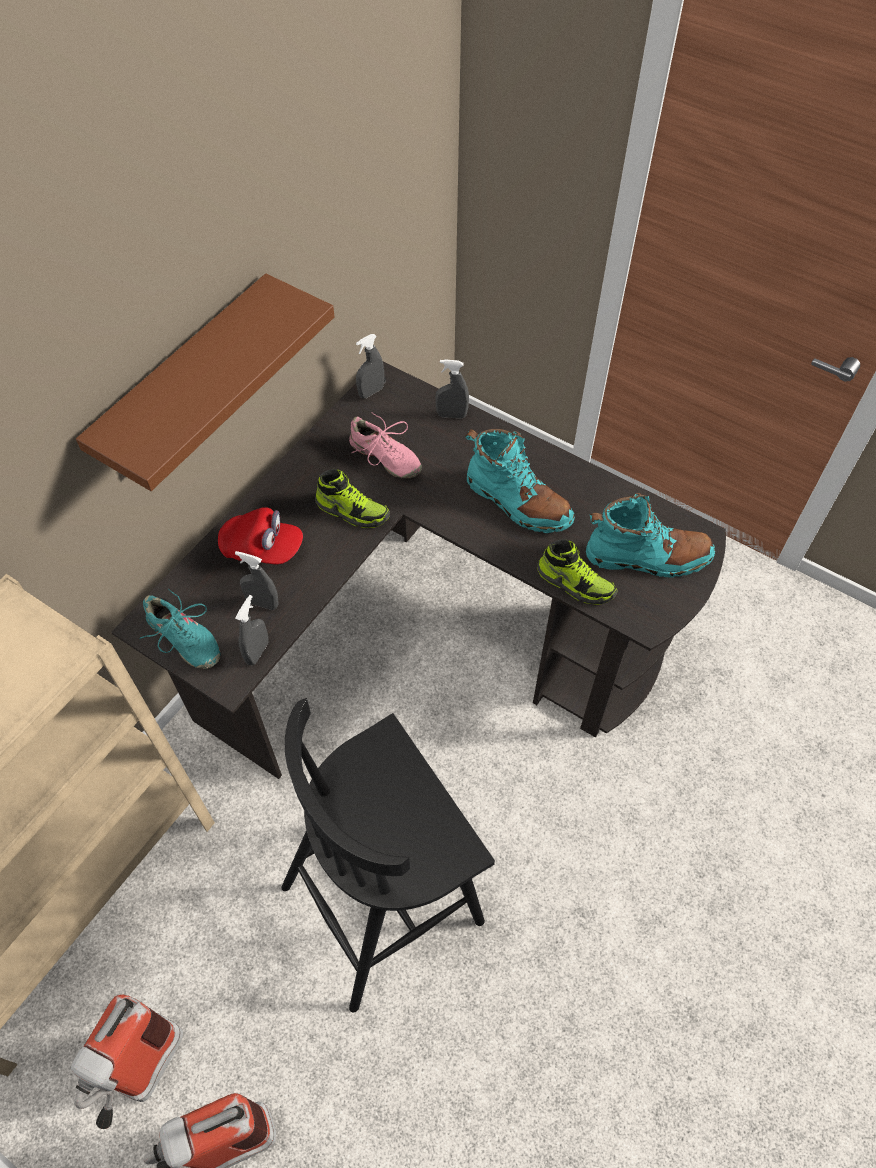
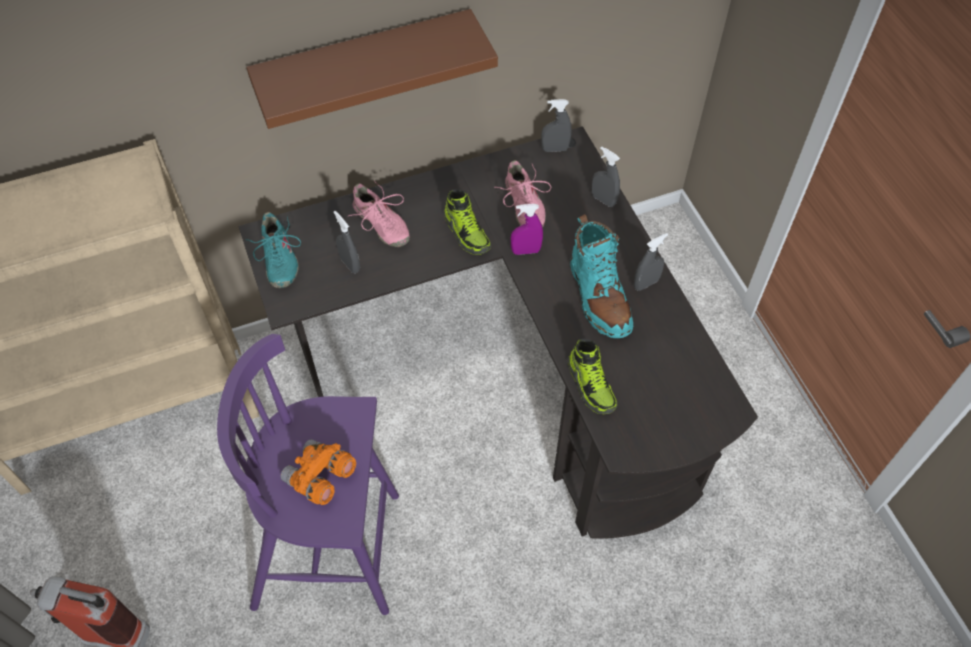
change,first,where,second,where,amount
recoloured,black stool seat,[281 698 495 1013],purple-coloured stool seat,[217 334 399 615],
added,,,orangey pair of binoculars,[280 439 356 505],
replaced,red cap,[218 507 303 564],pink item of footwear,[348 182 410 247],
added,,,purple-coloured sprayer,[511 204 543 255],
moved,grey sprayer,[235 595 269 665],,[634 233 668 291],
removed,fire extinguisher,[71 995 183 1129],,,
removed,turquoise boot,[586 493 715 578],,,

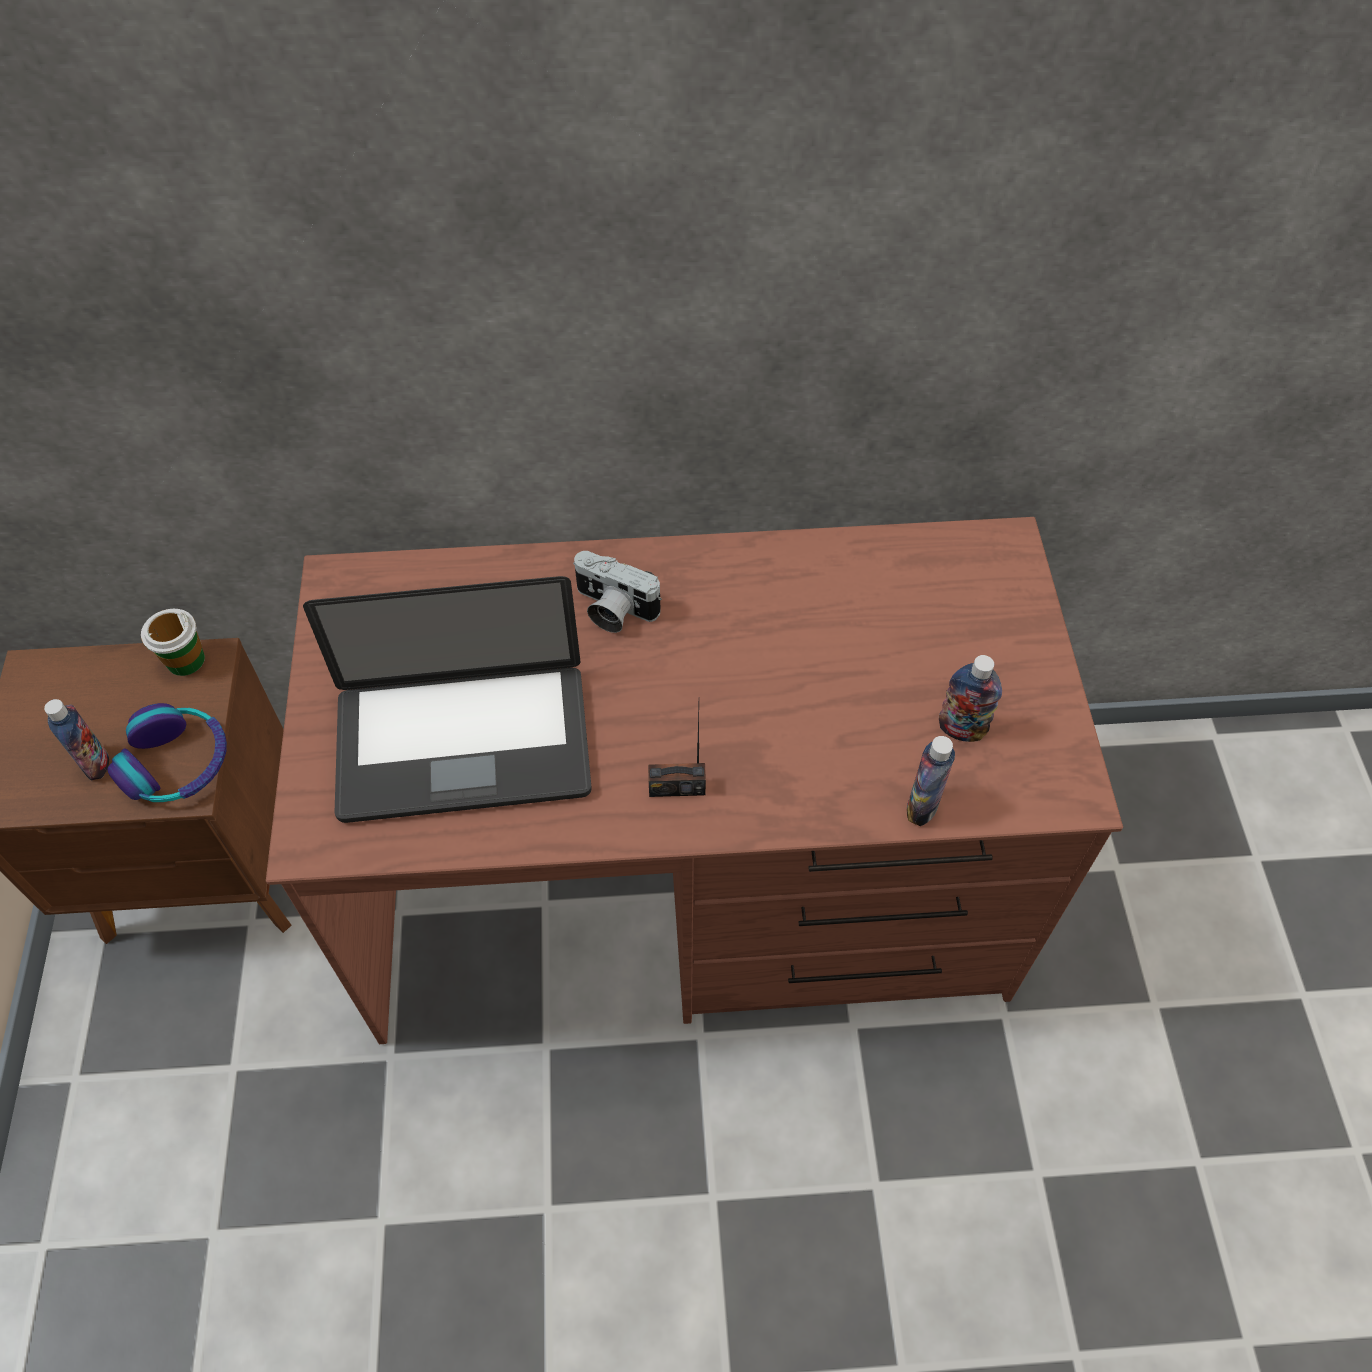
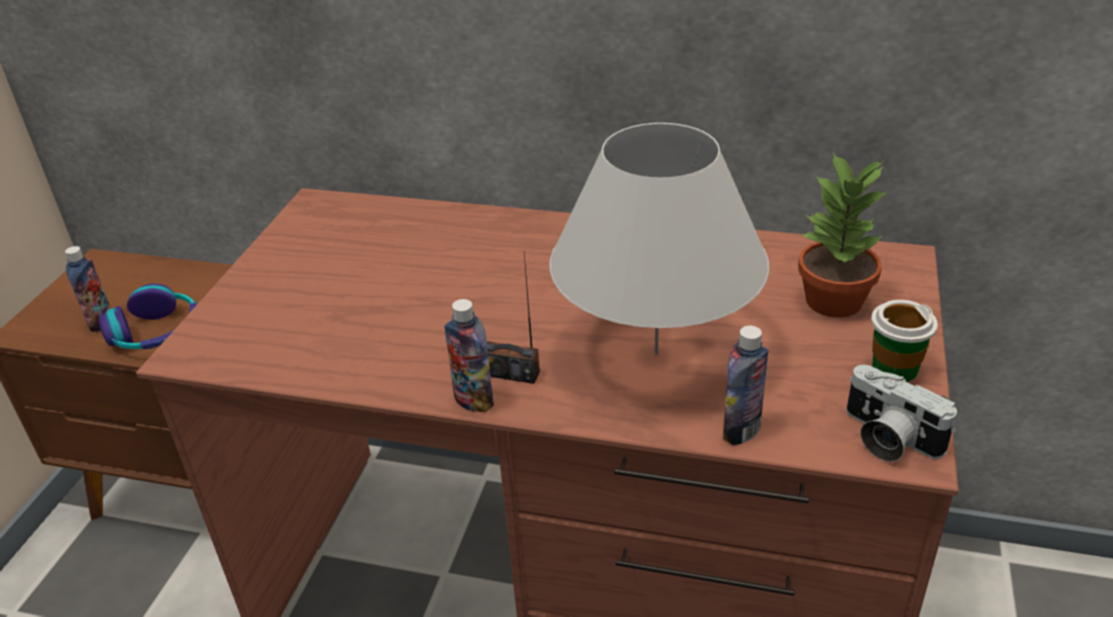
change,first,where,second,where,amount
moved,beverage bottle,[939 655 1002 742],,[445 299 494 412],
added,,,white-coloured table lamp,[550 123 769 355],
added,,,houseplant,[798 152 888 318],
moved,photo camera,[573 551 662 633],,[847 365 957 462],
moved,small cup,[141 609 205 676],,[871 300 938 382],
removed,notebook computer,[303 576 592 823],,,

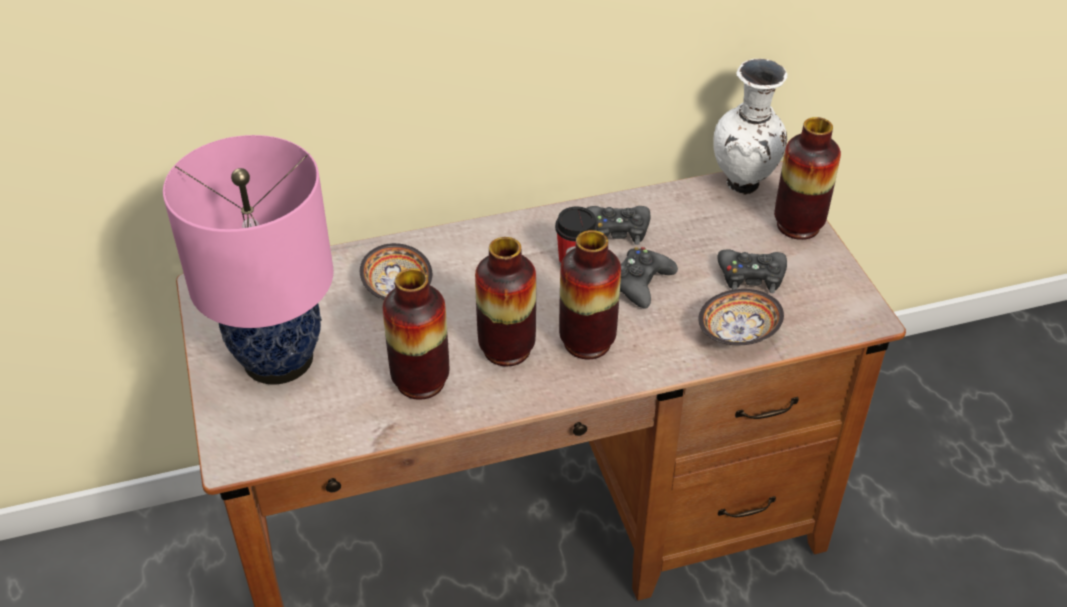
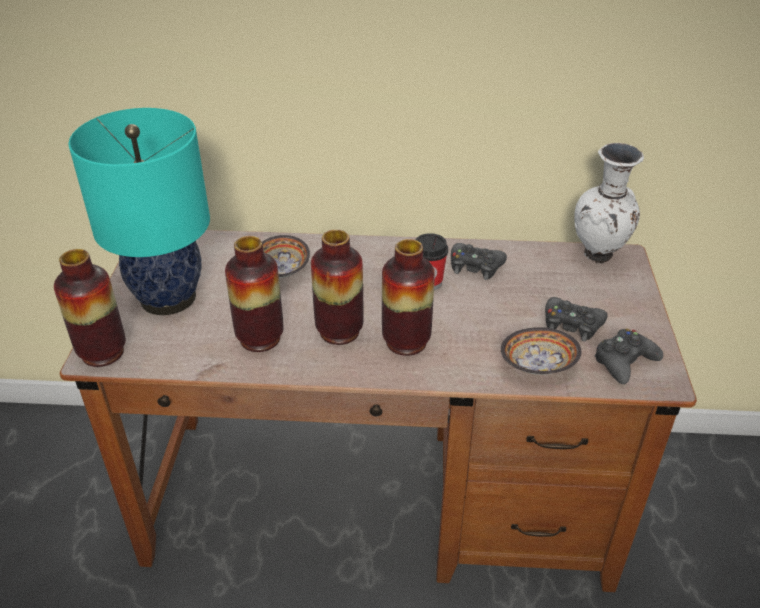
change,first,where,second,where,amount
moved,flower vase,[774 117 841 240],,[54 249 126 367],
recoloured,pink table lamp,[163 135 333 385],turquoise table lamp,[69 108 210 315],
moved,black joypad,[620 247 678 308],,[594 328 663 384],

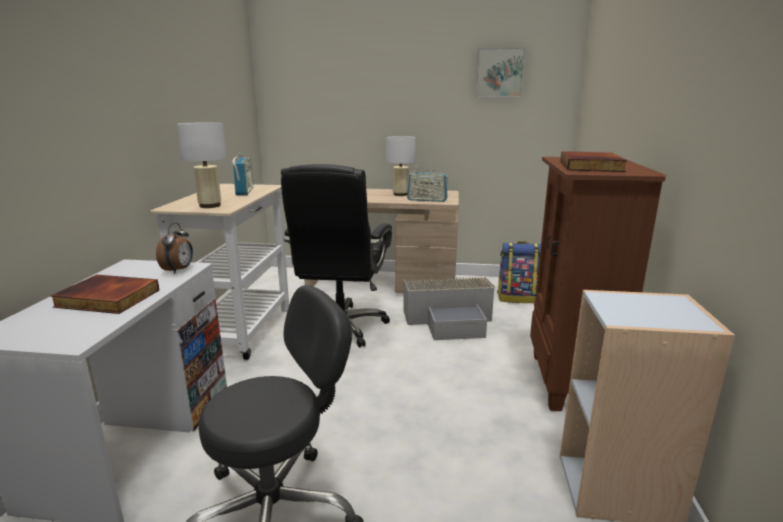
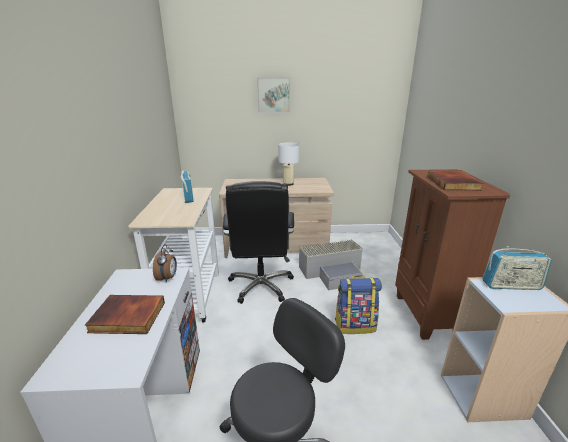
change,first,where,second,where,amount
moved,wall art,[475 48 526 97],,[257 78 290 113],
moved,backpack,[497 241 541 303],,[335 275 382 334],
moved,radio set,[407 167 448 202],,[482 246 552 290],
removed,white-coloured table lamp,[177 122 226 208],,,

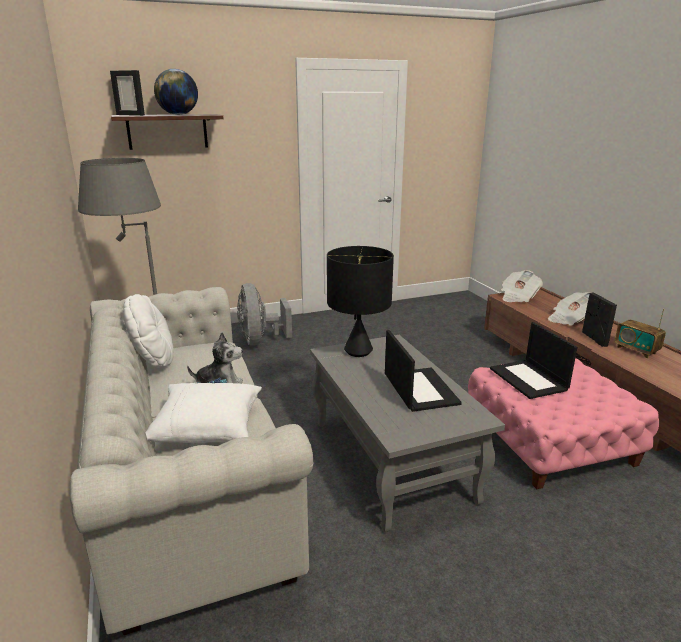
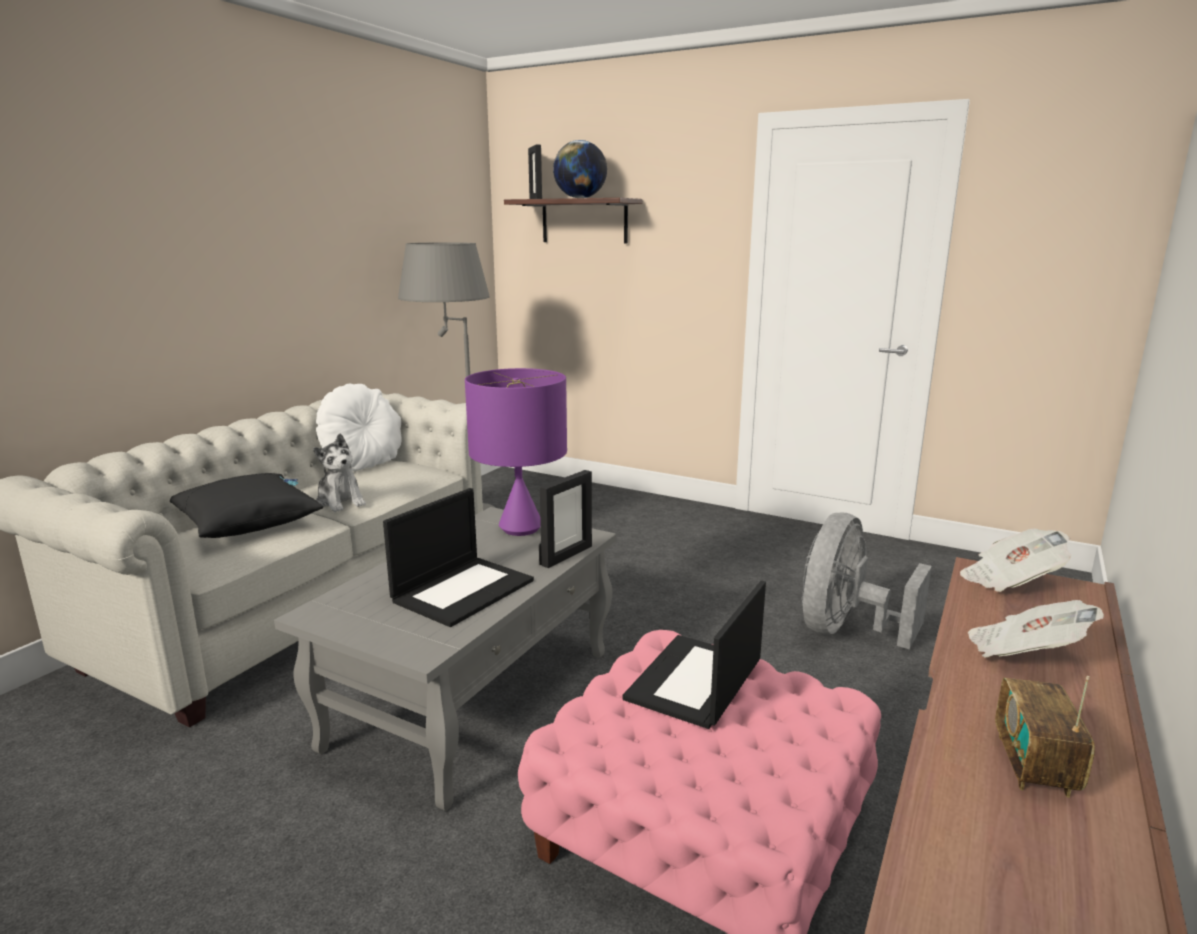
change,first,where,second,where,amount
recoloured,white-coloured throw pillow,[145 378 262 443],black throw pillow,[170 473 323 538],
recoloured,black table lamp,[327 246 394 357],purple-coloured table lamp,[465 368 567 536],
moved,standing frame,[582 292 617 347],,[539 470 592 568],
moved,grey cooling fan,[237 283 292 346],,[802 512 932 650],

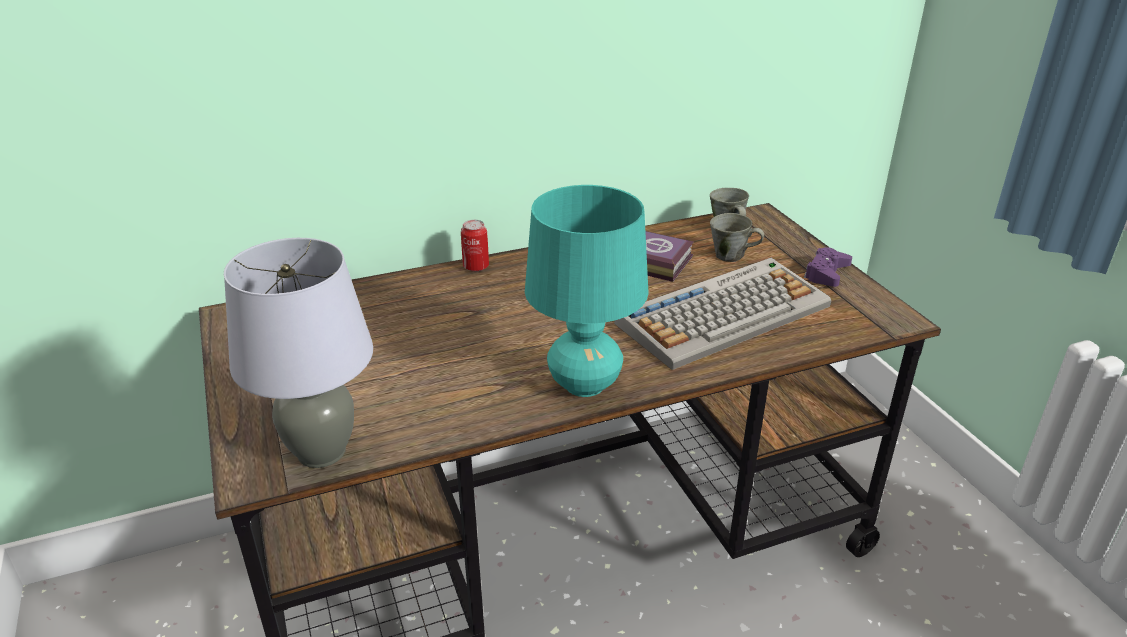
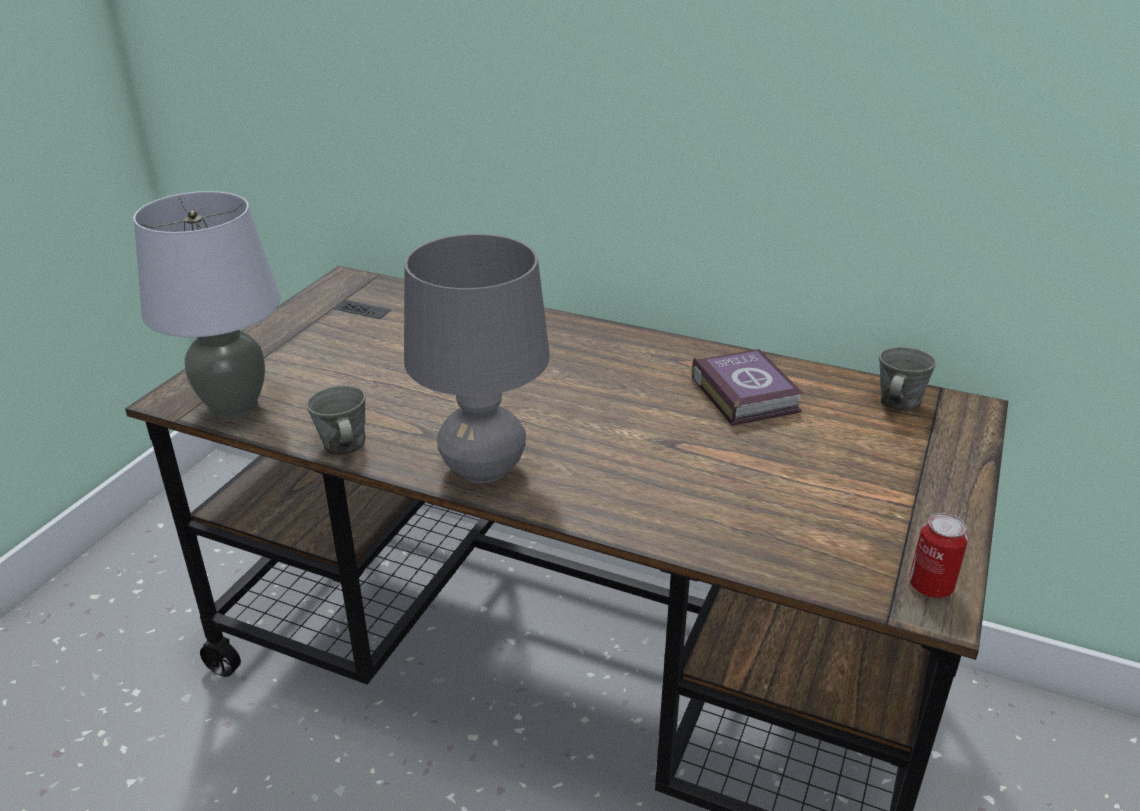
change,first,where,second,where,amount
moved,grey coffee mug,[710 213 764 262],,[306 386 365 456],
recoloured,turquoise table lamp,[525 185 649 397],grey table lamp,[404 234 550 483],
moved,metal can,[461 220 489 272],,[909 513 968 598],
removed,keyboard,[614 258 831 370],,,
removed,purple-coloured joypad,[804 247 852 287],,,

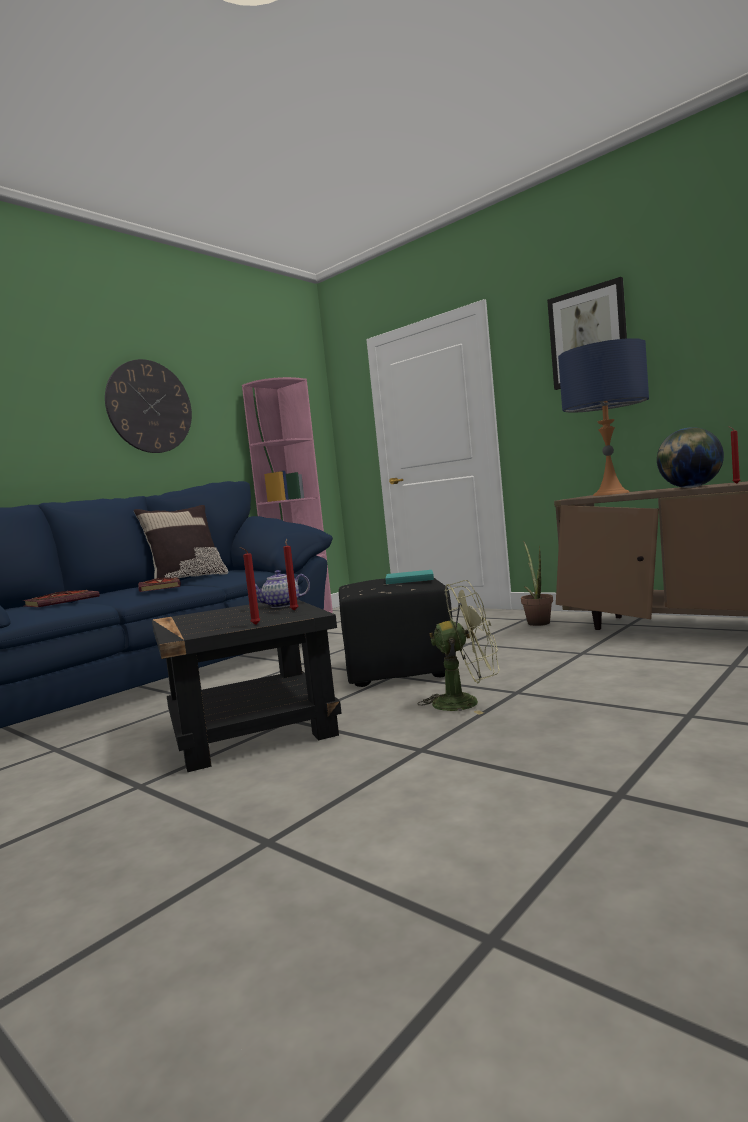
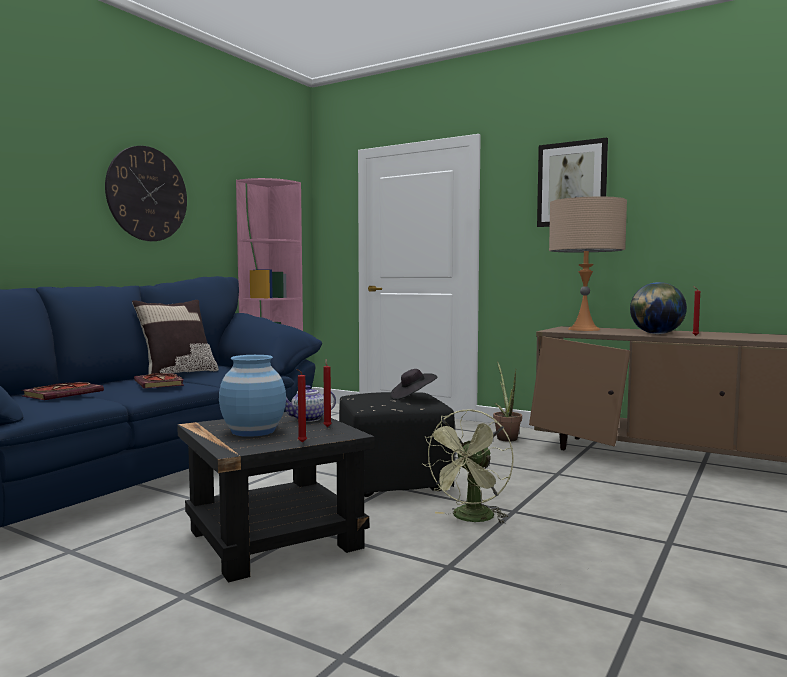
change,first,where,second,where,amount
added,,,blue flower vase,[219 355 286 437],
replaced,turquoise volume,[385 570 434 584],black clothing hat,[390 369 437 400],
turned,green-coloured cooling fan,[418 580 500 715],,[422 409 514 524],135 degrees clockwise
recoloured,blue table lamp,[558 339 649 496],beige-coloured table lamp,[549 196 627 331],

